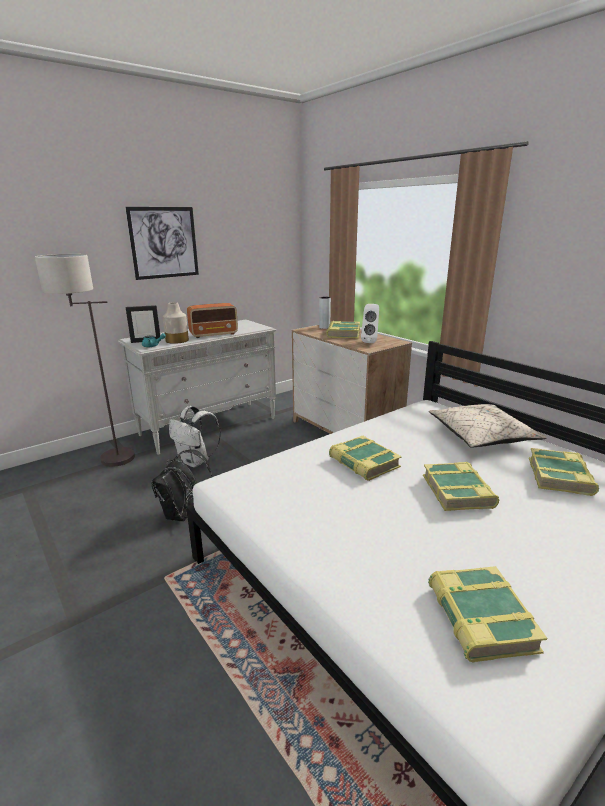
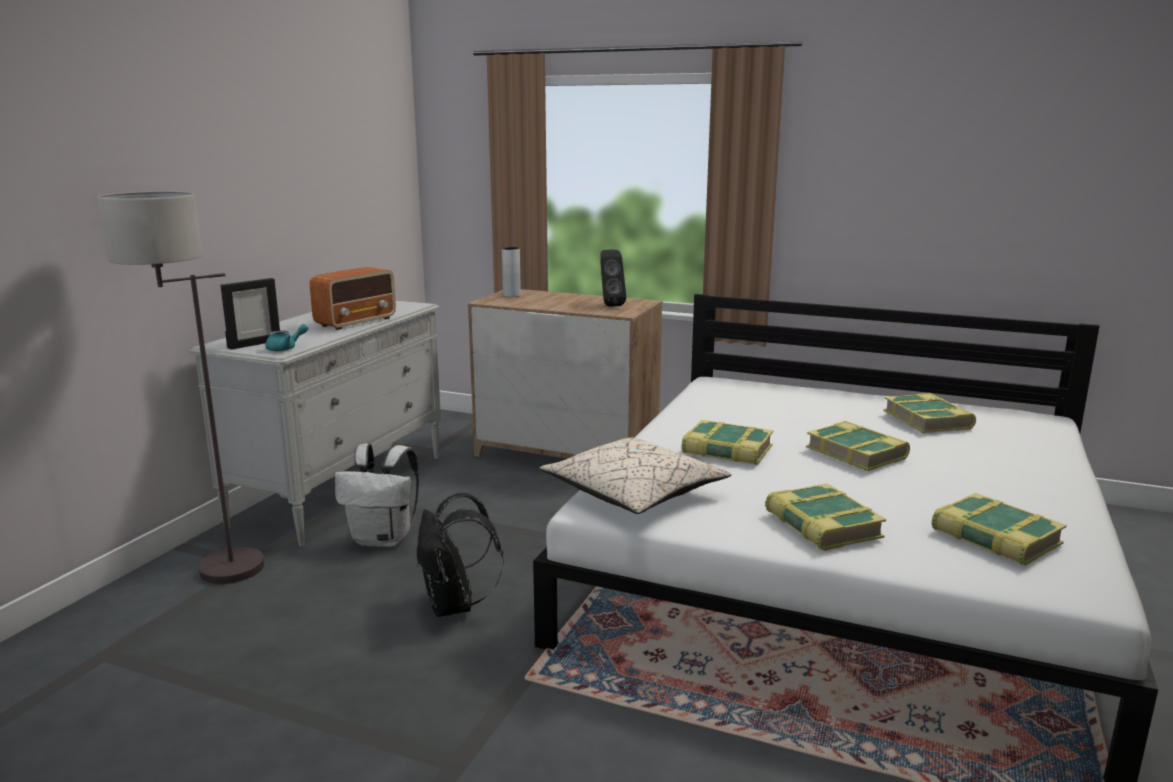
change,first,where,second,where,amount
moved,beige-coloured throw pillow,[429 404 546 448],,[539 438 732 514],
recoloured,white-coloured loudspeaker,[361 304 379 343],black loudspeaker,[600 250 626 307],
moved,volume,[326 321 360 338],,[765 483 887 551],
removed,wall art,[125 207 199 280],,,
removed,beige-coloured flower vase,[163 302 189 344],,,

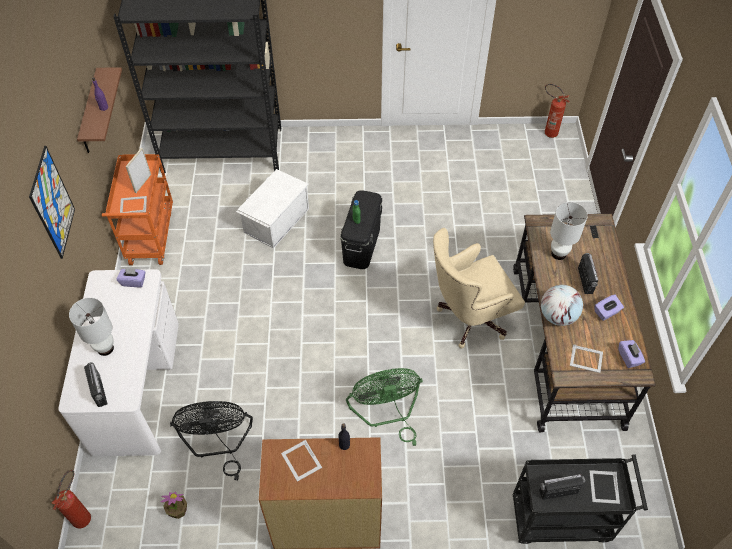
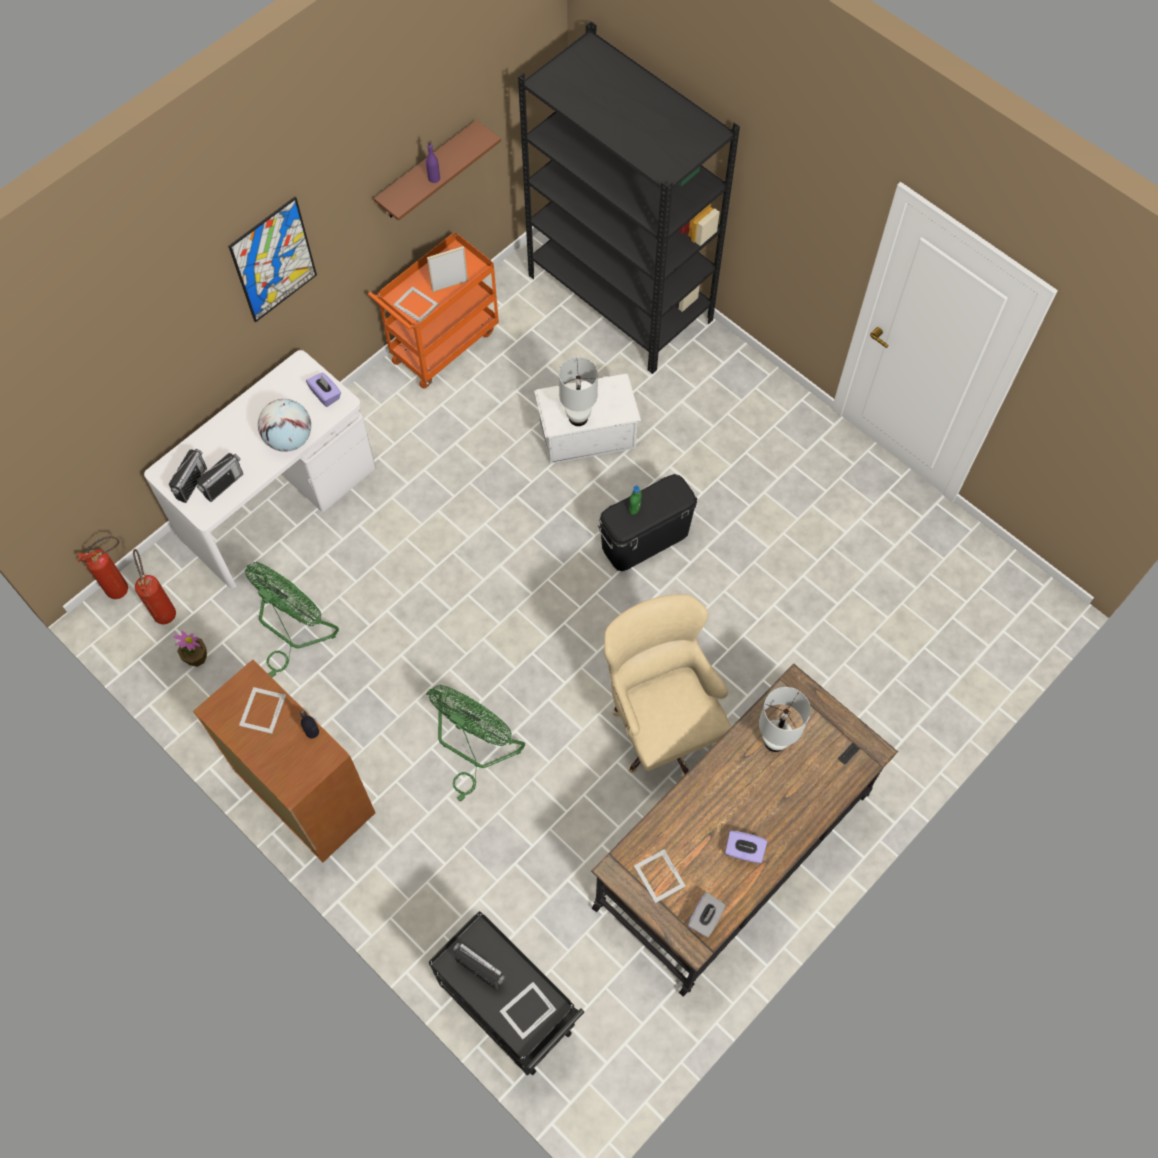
change,first,where,second,where,amount
moved,fire extinguisher,[545 84 570 138],,[133 549 176 625],
moved,radio set,[578 253 598 294],,[197 453 243 502],
recoloured,black cooling fan,[170 401 253 481],green-coloured cooling fan,[245 562 339 677],
moved,world globe,[541 285 583 326],,[258 399 311 452],
moved,white-coloured table lamp,[69 298 114 356],,[559 357 598 426],
turned,beige-coloured office chair,[433 228 525 348],,[604 594 731 778],45 degrees clockwise
recoloured,purple-coloured tissue holder,[619 340 645 368],grey tissue holder,[688 892 726 938],

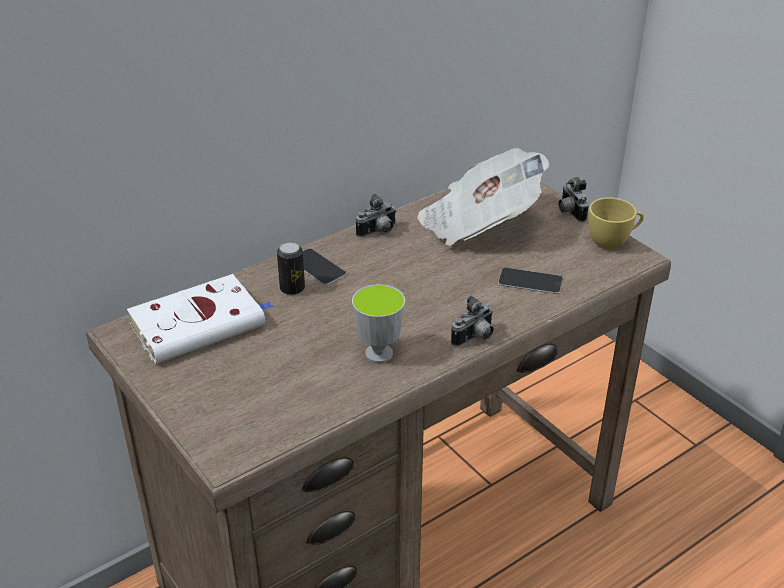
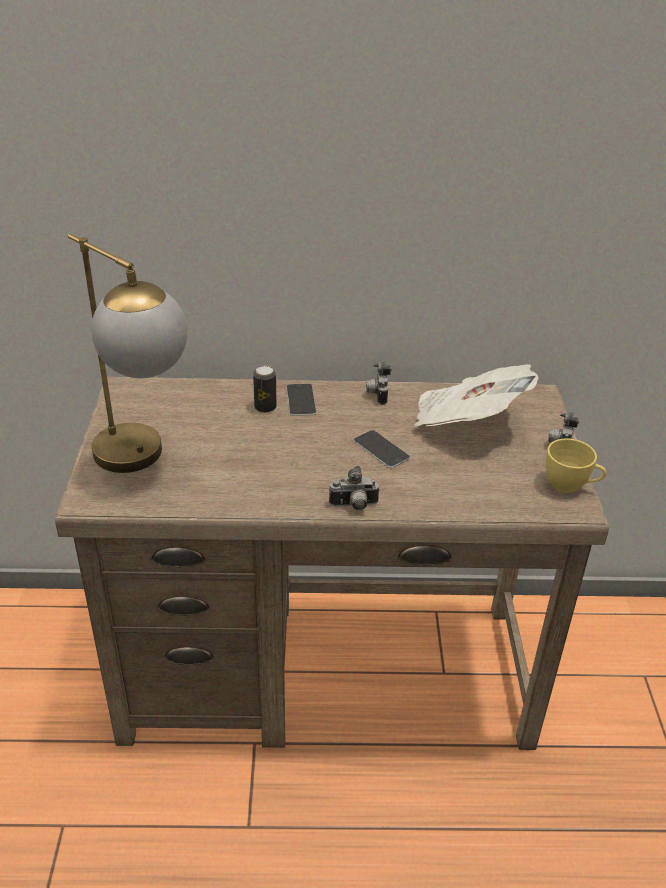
change,first,where,second,where,amount
added,,,table lamp,[68 234 188 473],
moved,telephone,[498 268 563 294],,[353 430 411 468],
turned,photo camera,[356 194 397 237],,[366 362 391 405],90 degrees clockwise
removed,white-coloured volume,[127 274 274 364],,,
removed,small cup,[352 284 405 363],,,

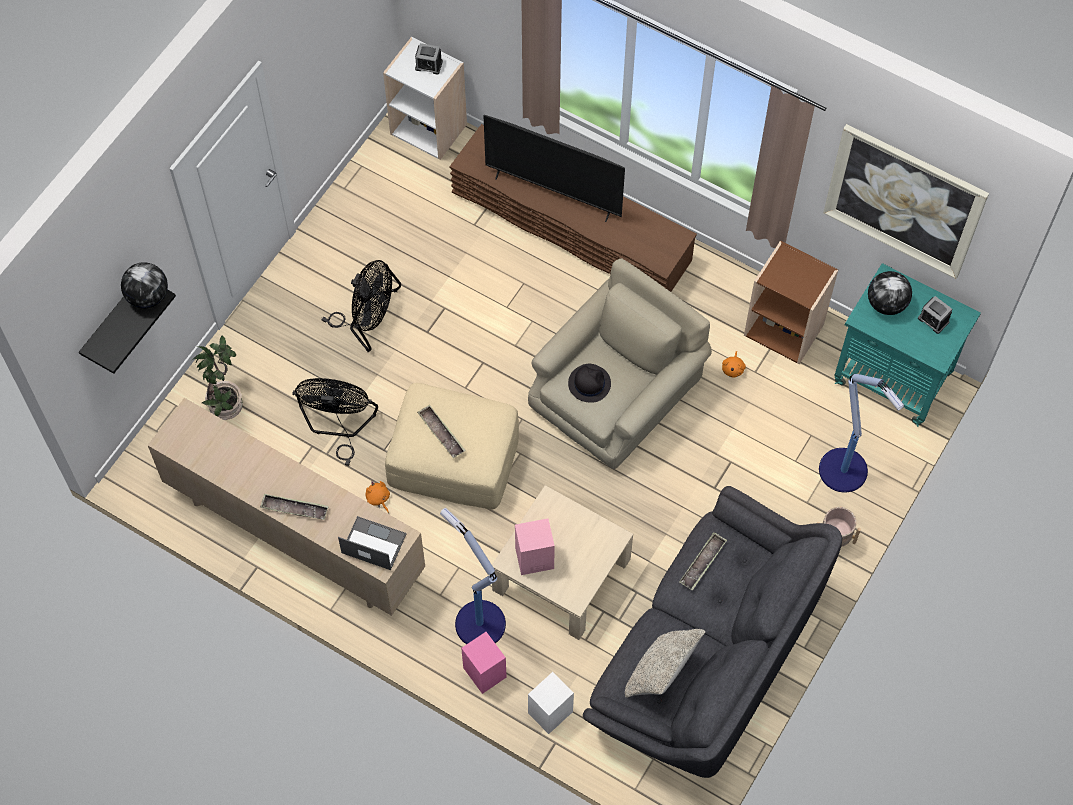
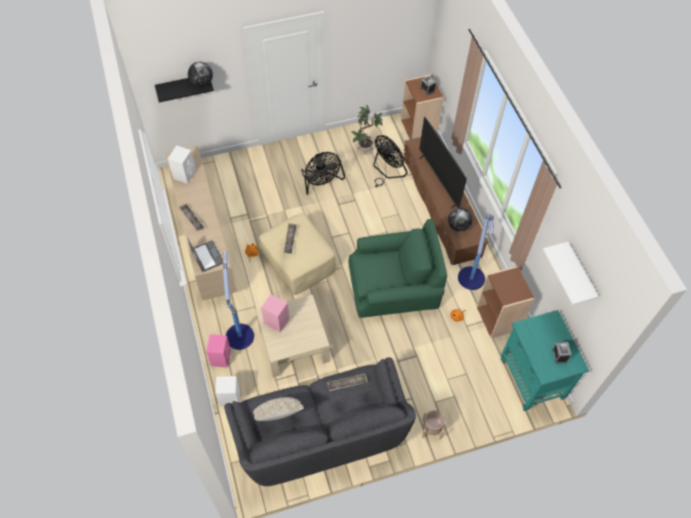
change,first,where,second,where,amount
added,,,white-coloured loudspeaker,[168 145 196 184],
recoloured,beige-coloured armchair,[528 258 712 469],green-coloured armchair,[348 219 447 318],
moved,houseplant,[192 335 243 420],,[351 104 382 155],
moved,black cooling fan,[292 378 378 466],,[373 135 408 187],
recoloured,white-coloured bookshelf,[383 37 467 160],brown bookshelf,[401 74 444 139],
moved,world globe,[868 271 912 315],,[448 208 472 232],
moved,floor lamp,[819 374 904 493],,[458 213 494 290],
replaced,wall art,[823 124 989 279],white-coloured shelf,[543 242 599 305],
removed,black clothing hat,[568 364 611 403],,,

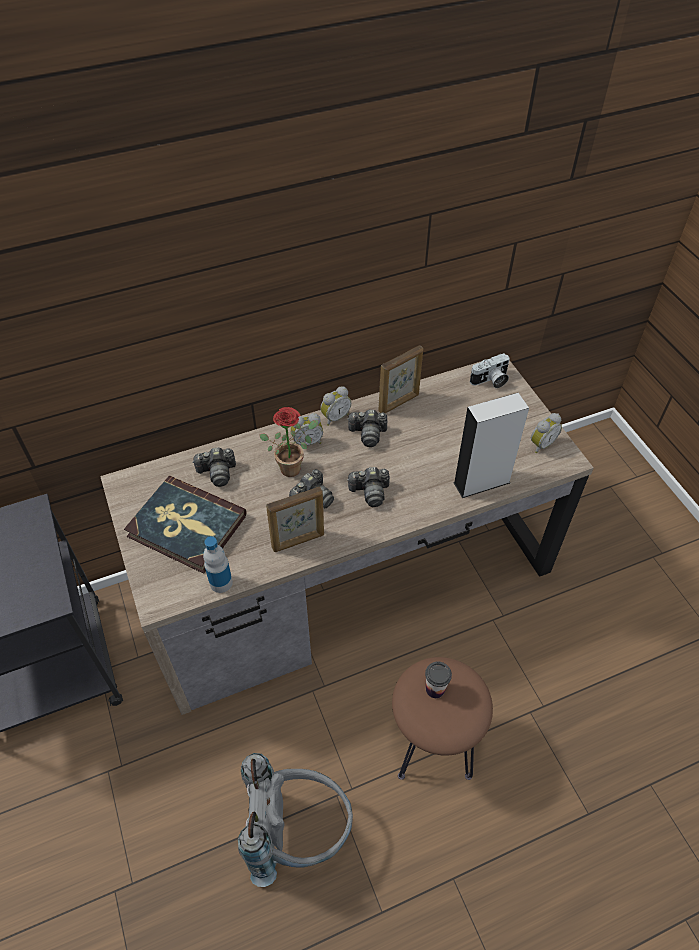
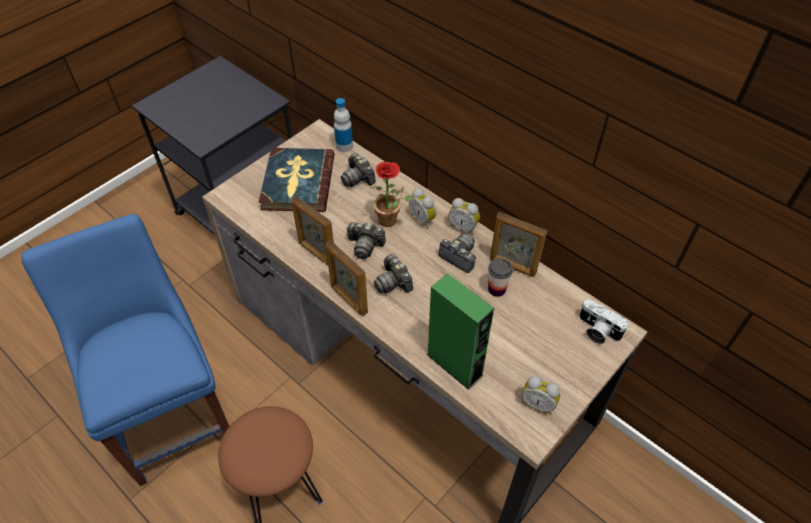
change,first,where,second,where,amount
replaced,grey backpack,[238 753 353 887],blue chair,[21 214 229 486],
added,,,standing frame,[326 241 368 316],
moved,beverage bottle,[203 536 233 593],,[334 98 353 152],
recoloured,grey loudspeaker,[453 393 529 498],green-coloured loudspeaker,[427 273 494 390],
turned,photo camera,[347 410 387 447],,[439 234 476 273],150 degrees clockwise
moved,small cup,[425 662 452 698],,[488 258 513 297],

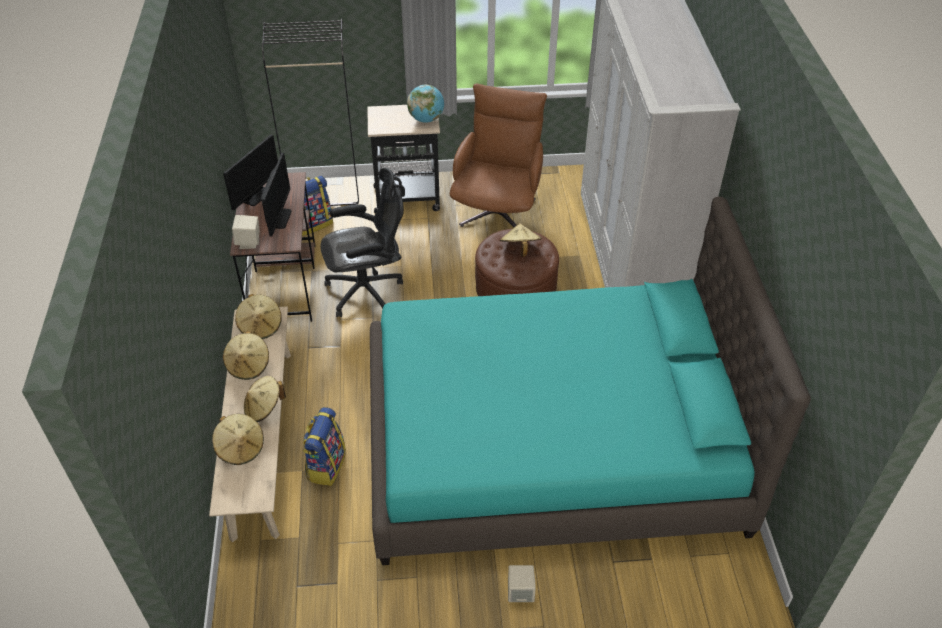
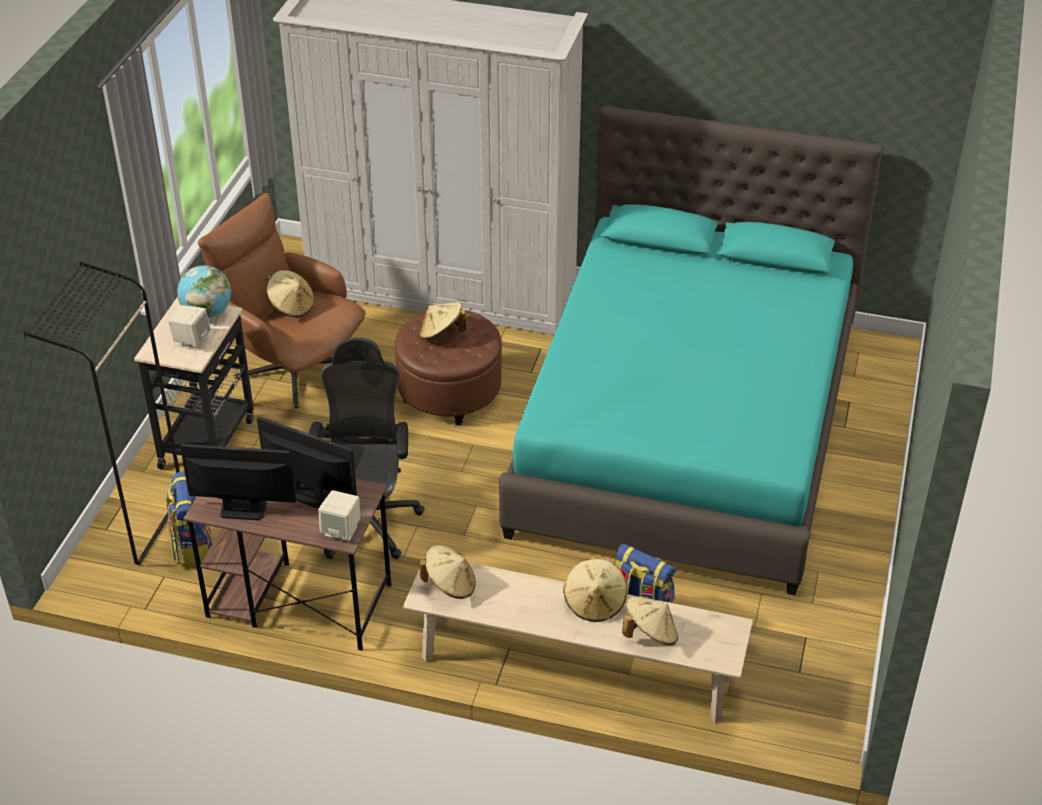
change,first,where,second,where,amount
moved,beige-coloured loudspeaker,[508 565 536 602],,[168 305 211 351],
turned,computer screen,[223 134 278 210],,[180 444 296 520],45 degrees counterclockwise
moved,beige-coloured clothing hat,[223 331 269 380],,[266 270 314 317],

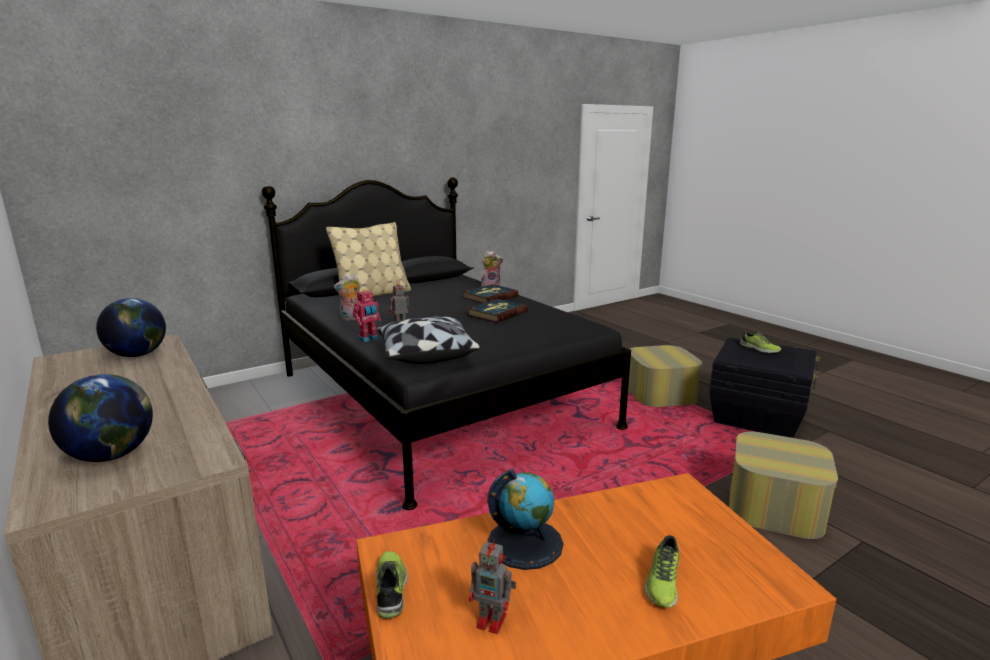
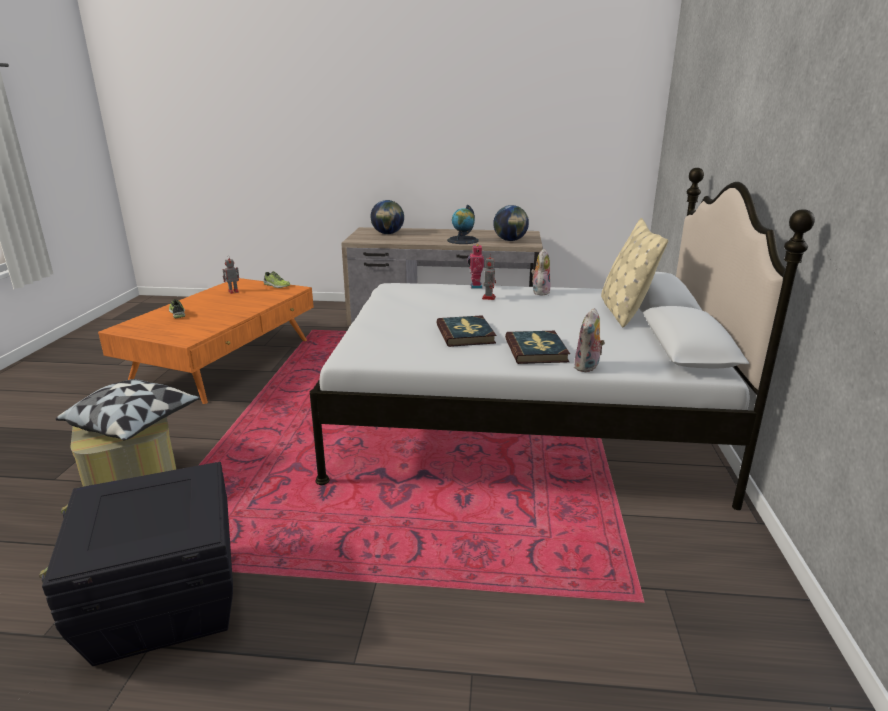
change,first,where,second,where,amount
moved,throw pillow,[376 316 481 364],,[56 379 200 440],
recoloured,black sleeping bed,[262 177 631 510],white-coloured sleeping bed,[310 168 815 510],
moved,world globe,[487 469 563 570],,[447 205 479 244],
removed,footrest,[628 345 702 407],,,
removed,item of footwear,[740 331 781 353],,,

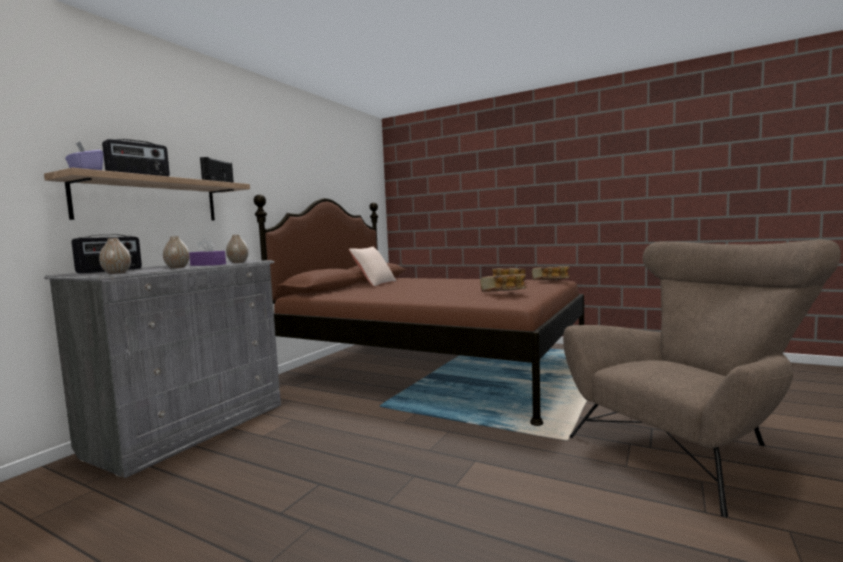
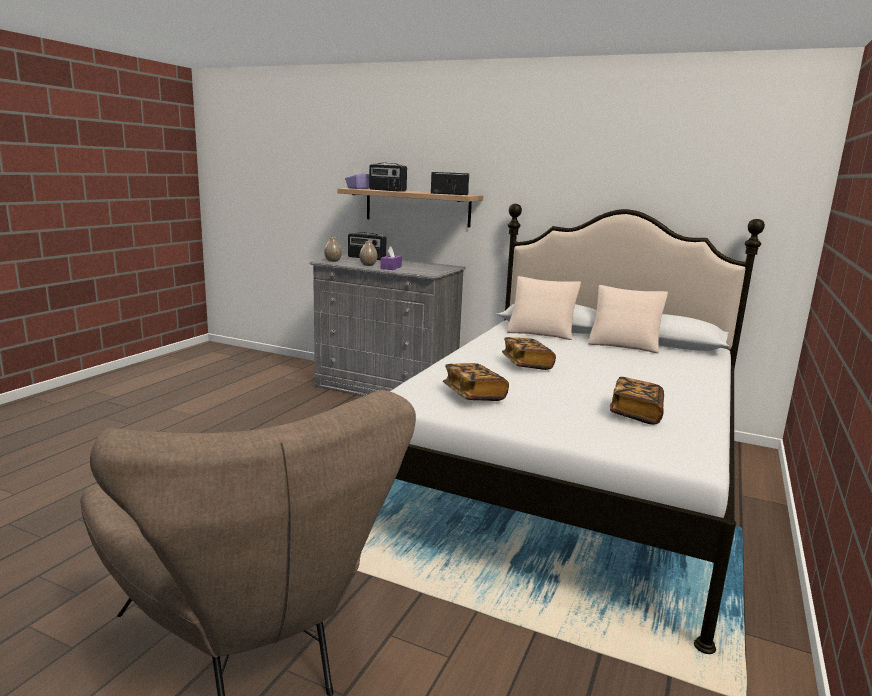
change,first,where,second,where,amount
recoloured,brown sleeping bed,[254 195 584 426],white-coloured sleeping bed,[390 204 765 654],
moved,volume,[532 266 570 280],,[502 337 556 370],
added,,,beige-coloured throw pillow,[507 276 581 340],
removed,flower vase,[226 235 249 263],,,

